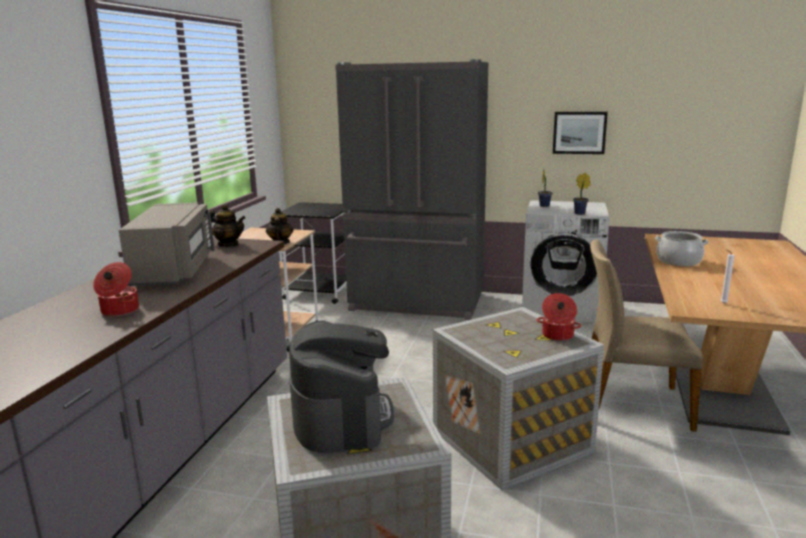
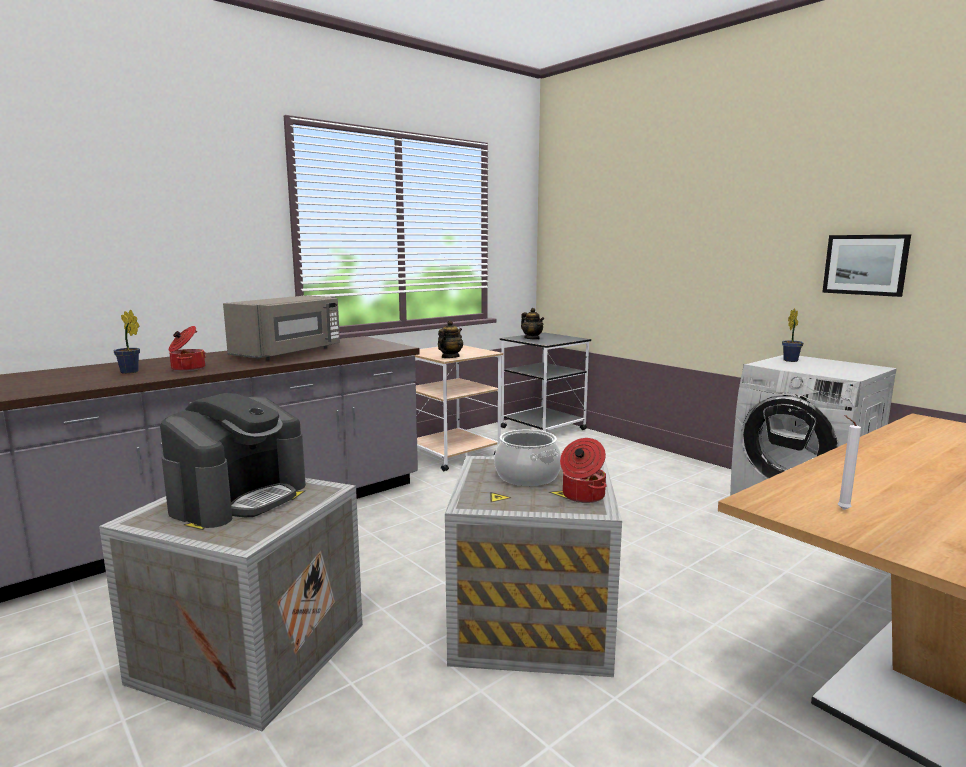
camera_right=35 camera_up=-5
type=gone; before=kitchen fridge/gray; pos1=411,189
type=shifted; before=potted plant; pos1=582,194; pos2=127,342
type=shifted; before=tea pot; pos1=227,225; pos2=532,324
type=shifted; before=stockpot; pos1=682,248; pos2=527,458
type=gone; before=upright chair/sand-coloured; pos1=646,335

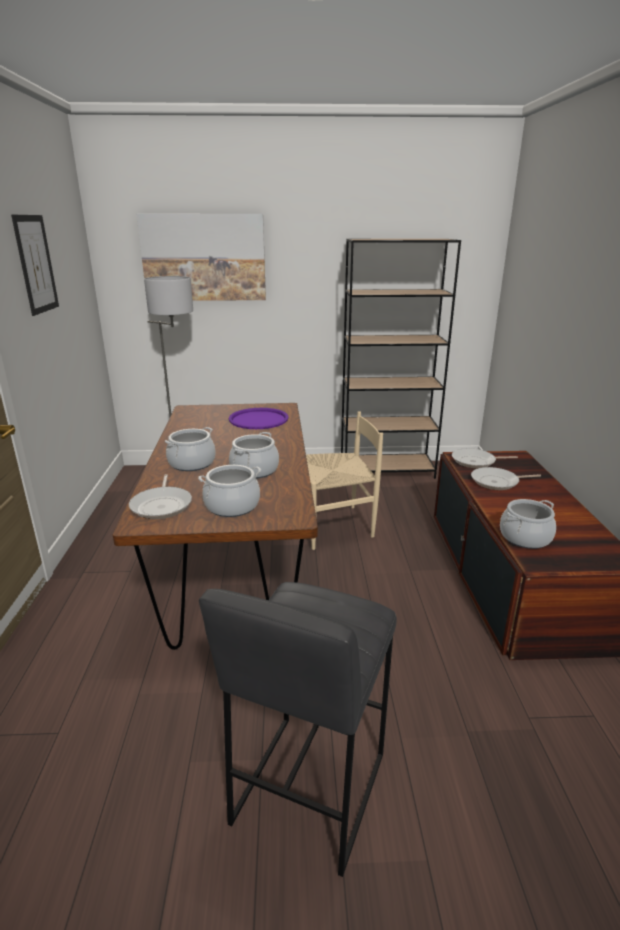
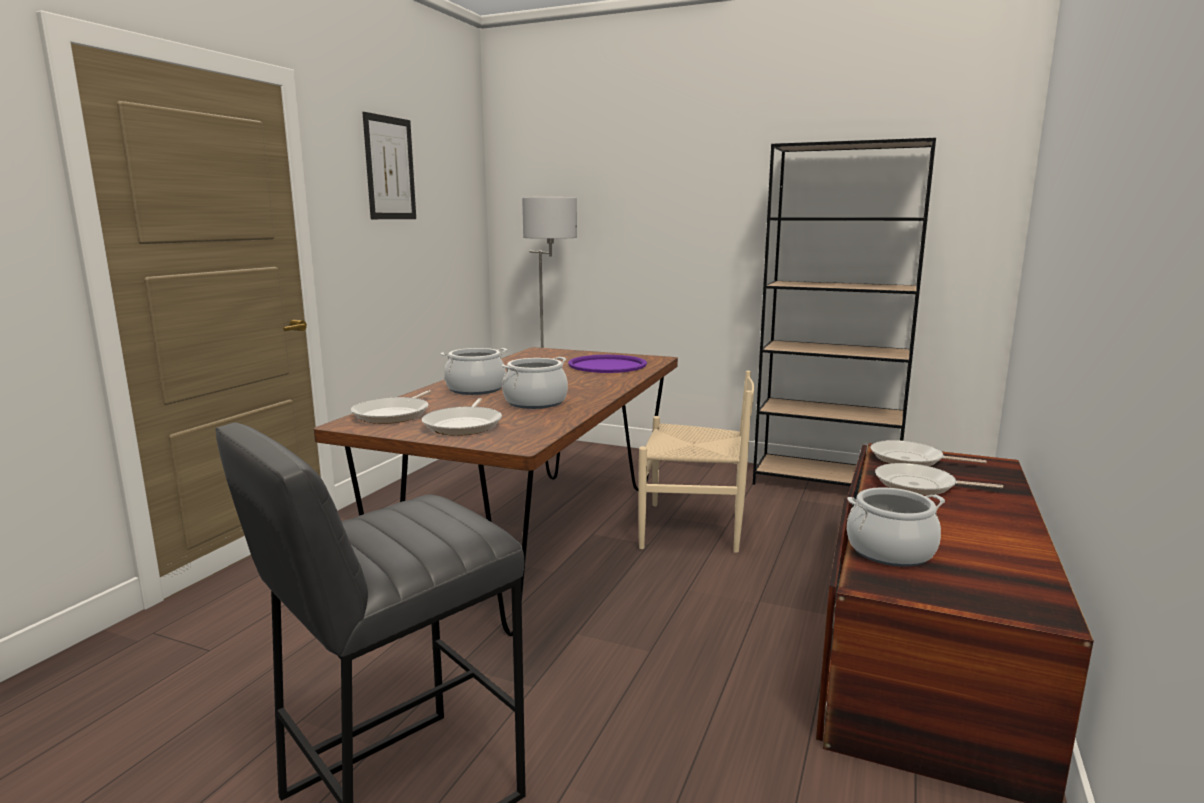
camera_right=25 camera_up=-10
type=gone; before=wall picture; pos1=201,257
type=swapped; before=stockpot; after=pan; pos1=229,491; pos2=462,417

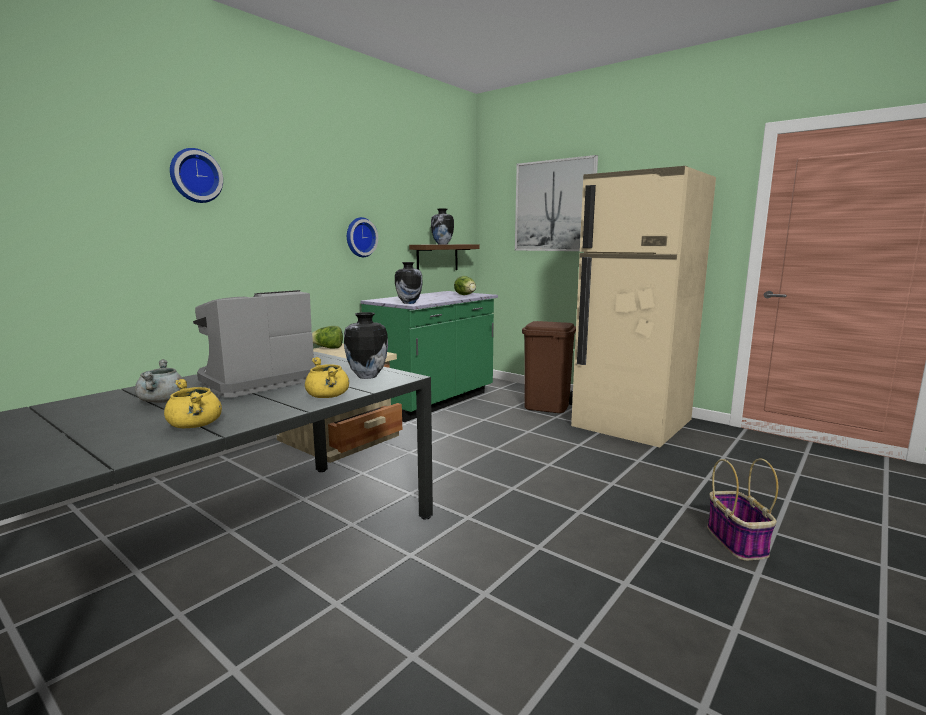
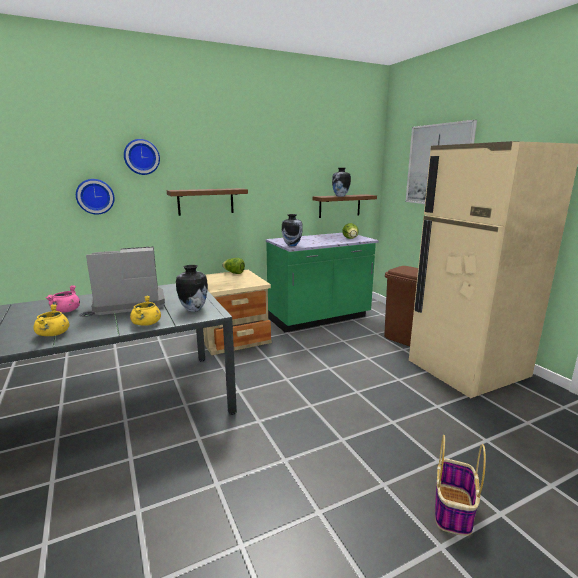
camera_right=25 camera_up=5
type=shifted; before=clock on the wall; pos1=362,237; pos2=95,197
type=repainted; before=stockpot/gray; after=stockpot/pink-coloured; pos1=158,380; pos2=63,298
type=new; after=shelf/brown-coloured; pos2=207,202

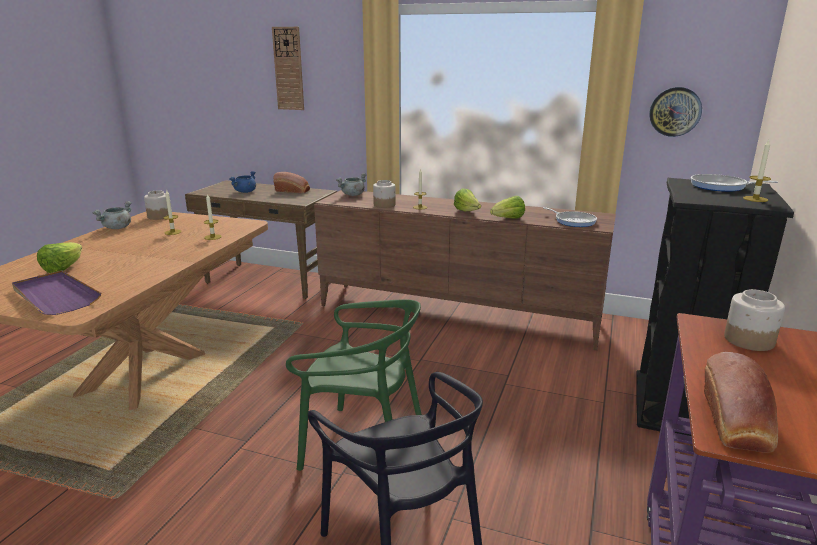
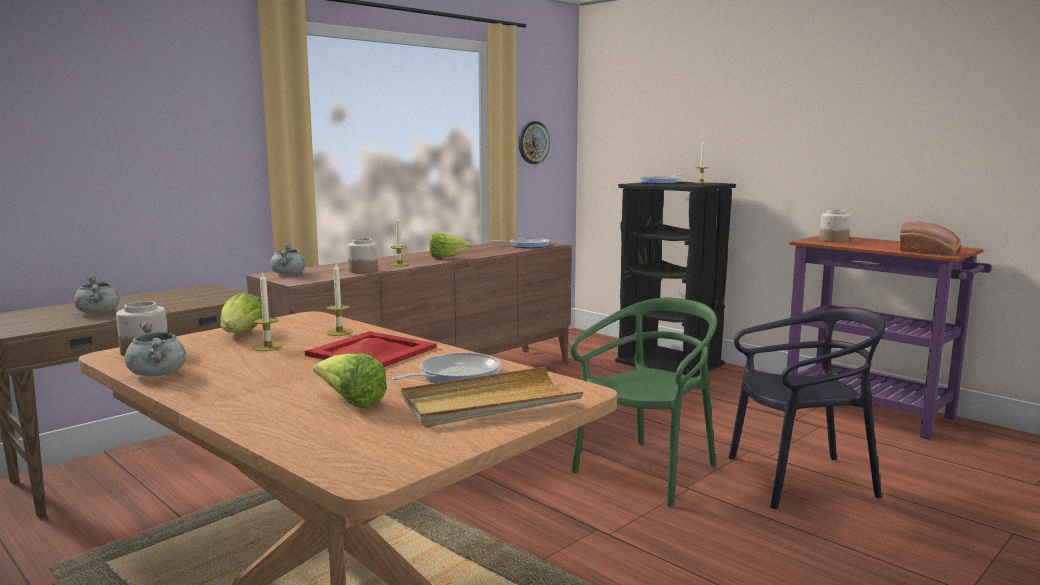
camera_right=-65 camera_up=-10
type=gone; before=clock on the wall; pos1=288,68
type=repainted; before=stockpot/bluish; after=stockpot/gray; pos1=242,182; pos2=97,294
type=gone; before=bread; pos1=291,182
type=shifted; before=lettuce head; pos1=507,207; pos2=241,313
type=repainted; before=serving tray/purple-coloured; after=serving tray/sand-coloured; pos1=56,292; pos2=492,397
type=new; after=serving tray/red-coloured; pos2=371,349
type=new; after=pan; pos2=446,368

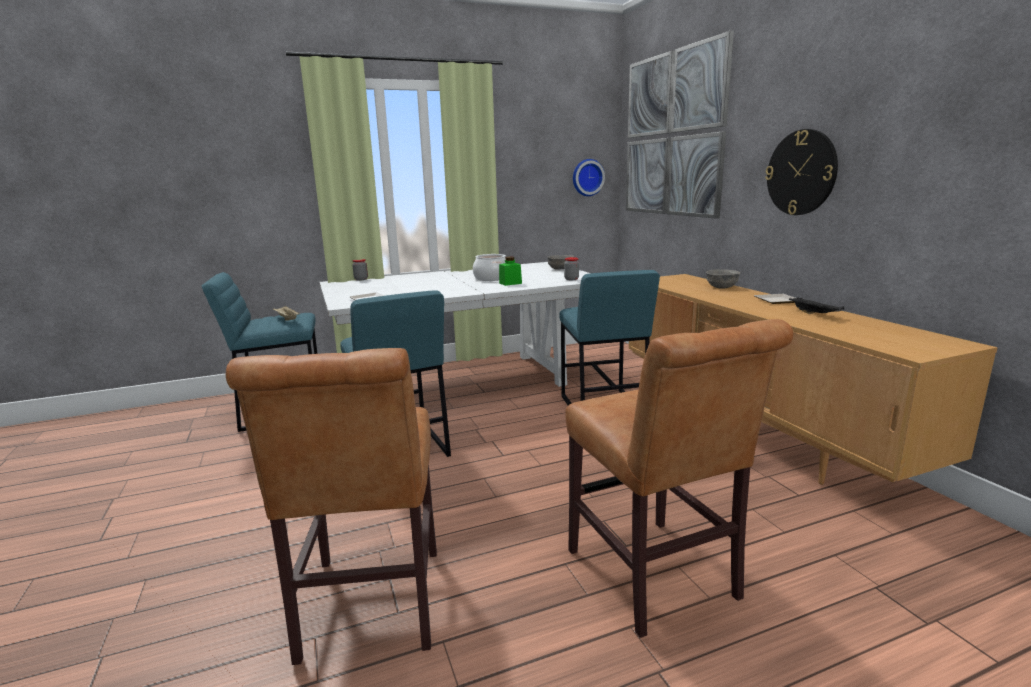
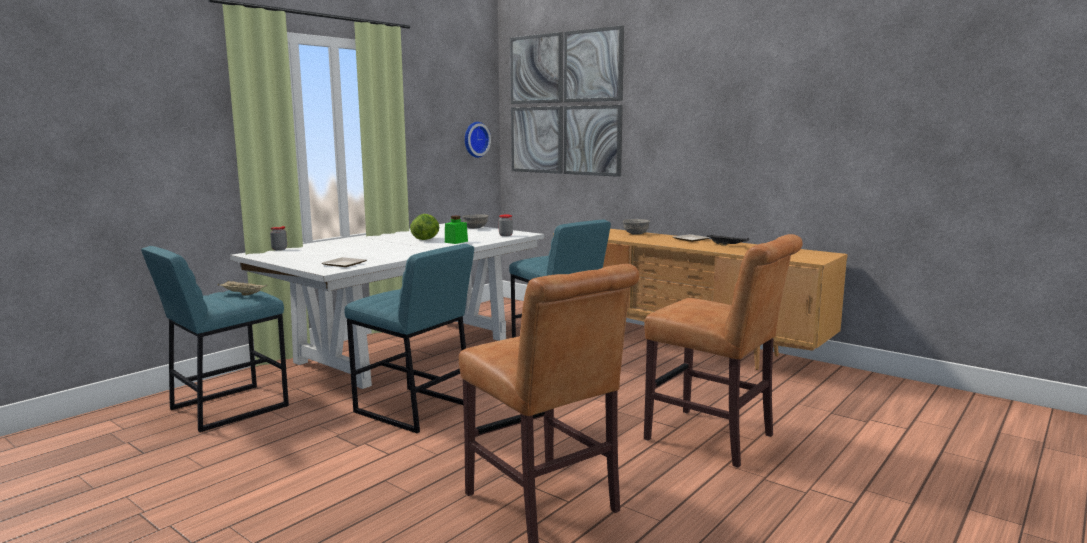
camera_right=-30 camera_up=-5
type=gone; before=clock on the wall; pos1=801,172
type=swapped; before=stockpot; after=lettuce head; pos1=489,267; pos2=424,227

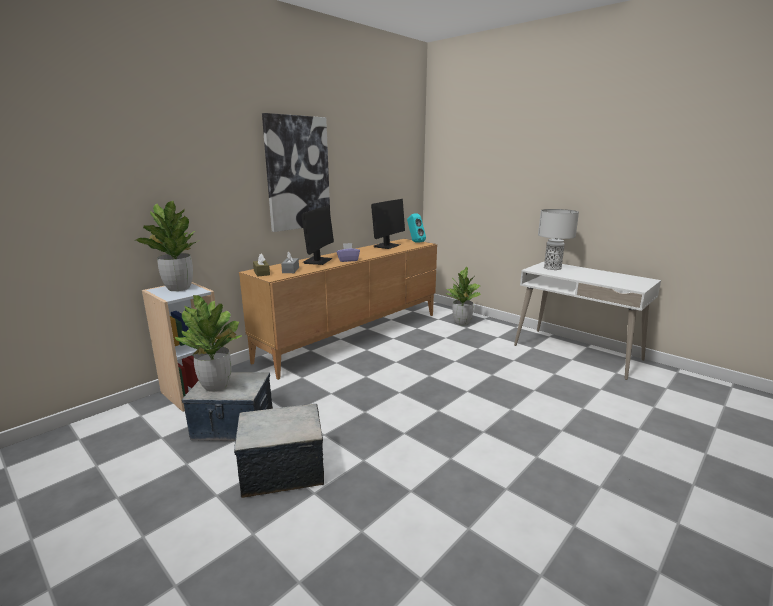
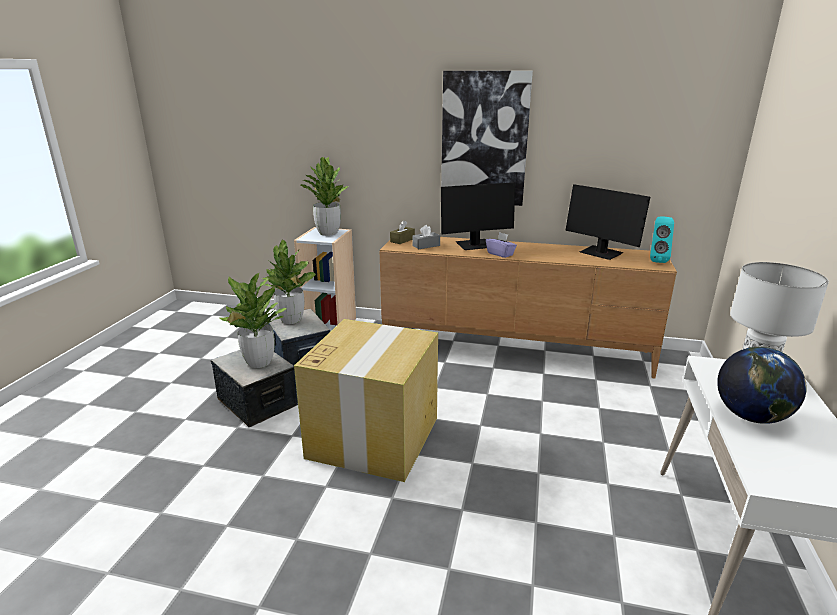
camera_right=60 camera_up=5
type=rotated; before=computer display; pos1=388,224; pos2=607,222; turn=45
type=shifted; before=potted plant; pos1=463,295; pos2=252,320
type=new; after=carton; pos2=366,400
type=new; after=world globe; pos2=762,385

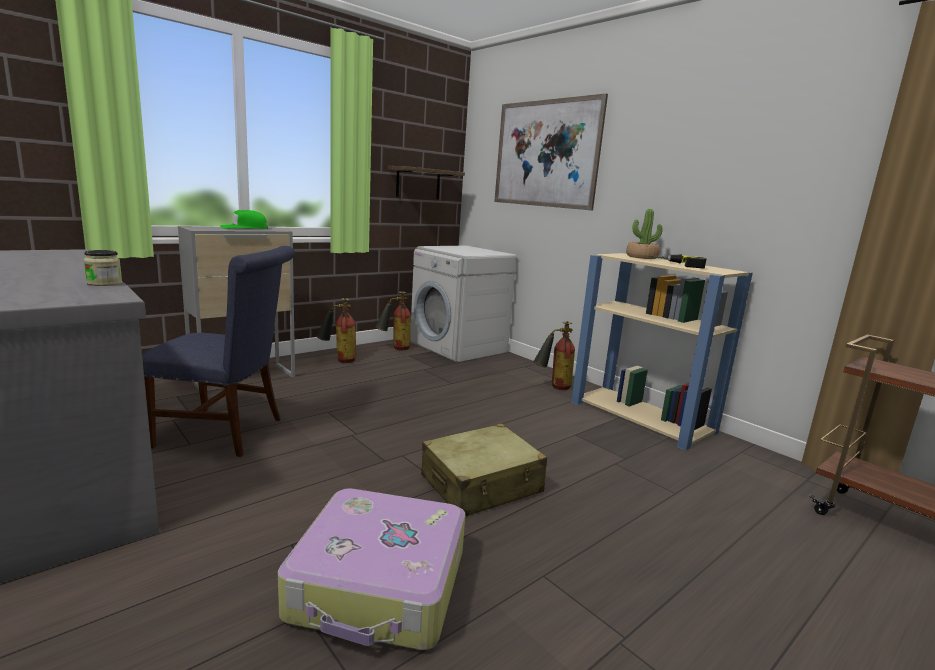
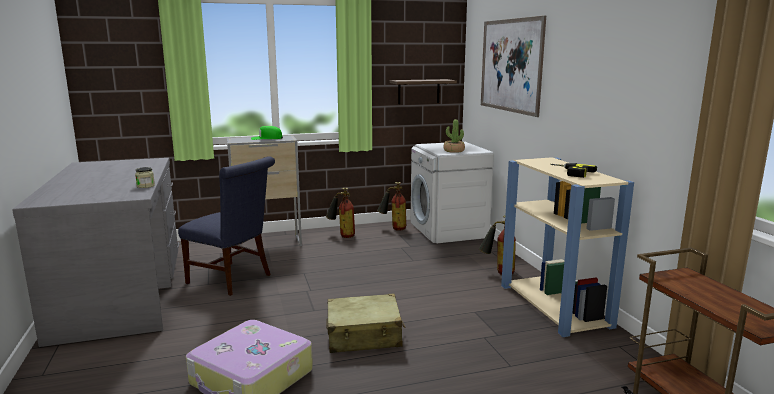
camera_right=25 camera_up=0
type=shifted; before=potted plant; pos1=644,234; pos2=454,136

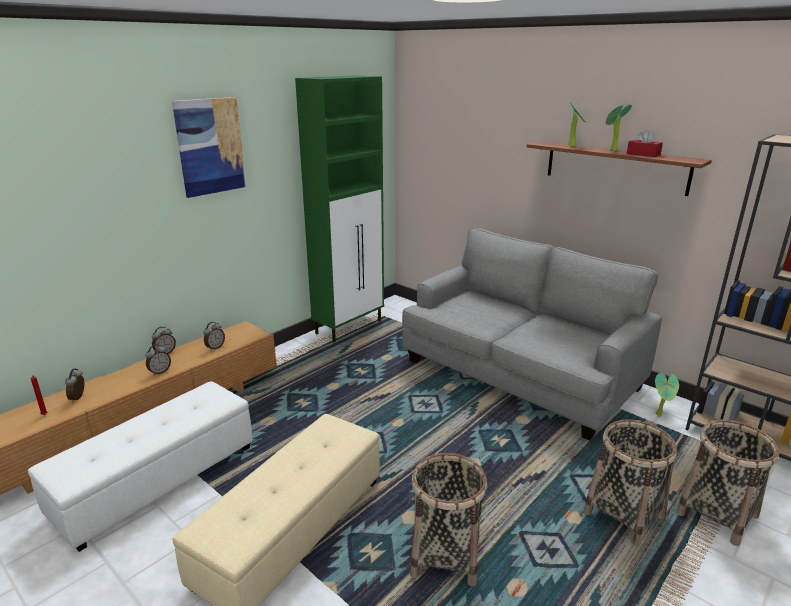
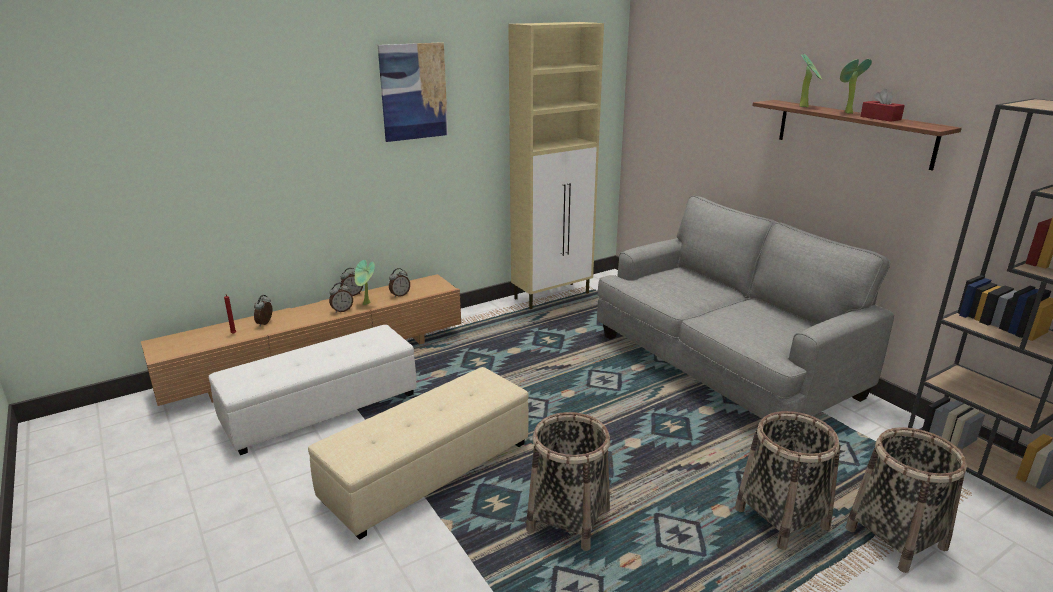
camera_right=15 camera_up=0
type=repainted; before=cabinet/greenish; after=cabinet/sand-coloured; pos1=339,208; pos2=556,165
type=shifted; before=potted plant; pos1=667,395; pos2=365,282

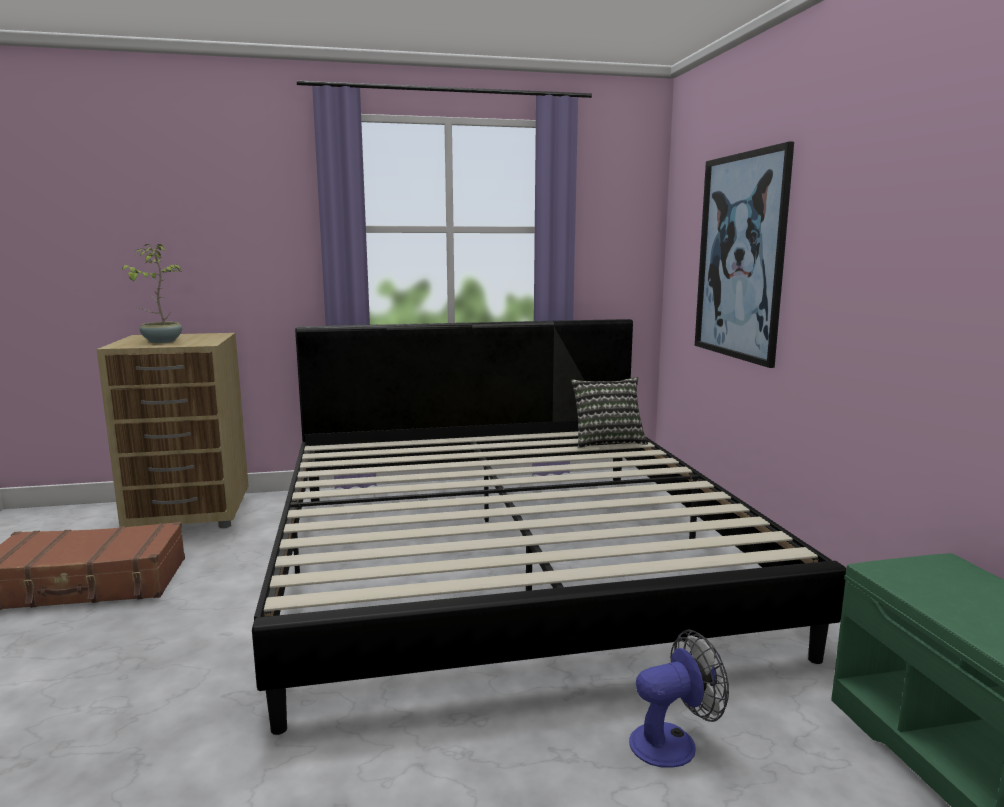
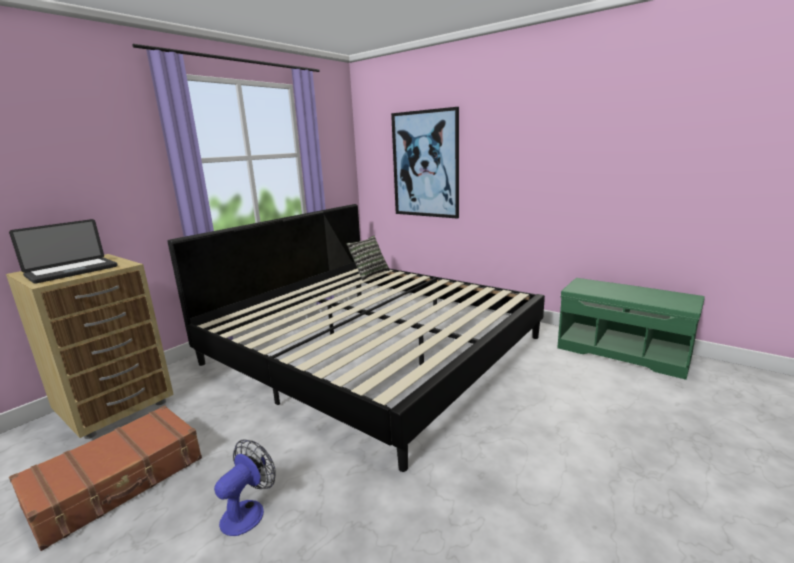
camera_right=-40 camera_up=5
type=swapped; before=potted plant; after=laptop; pos1=152,293; pos2=63,251
type=shifted; before=electric fan; pos1=679,699; pos2=245,488

